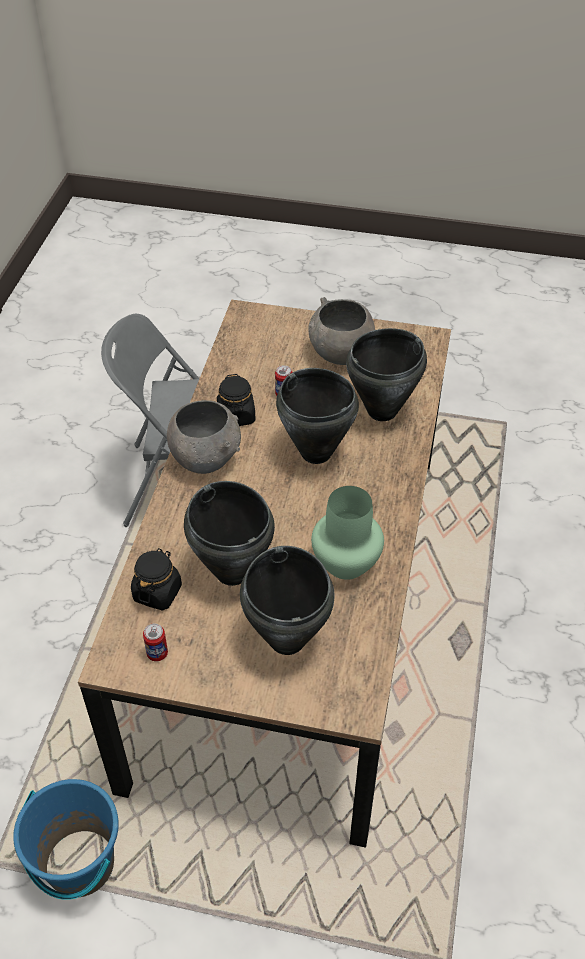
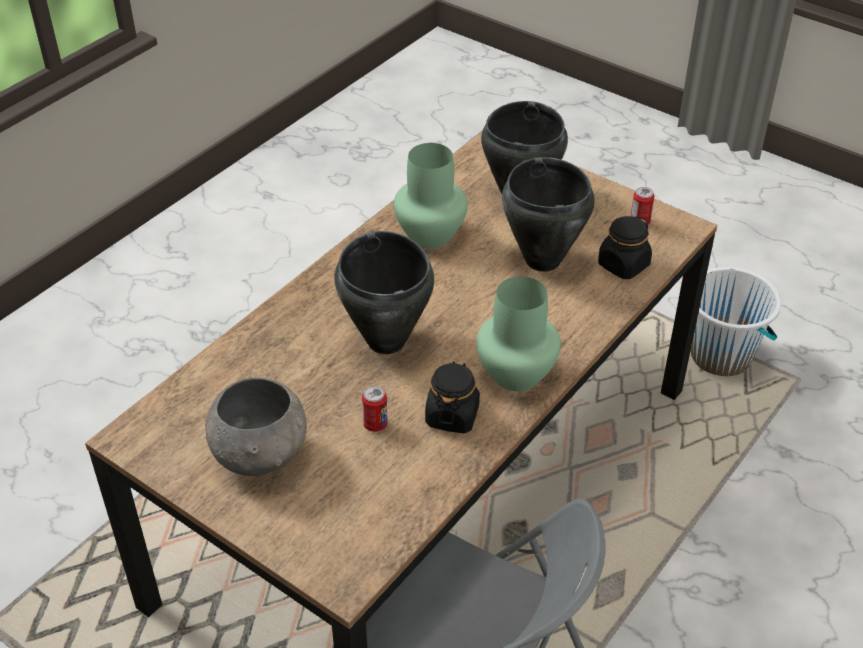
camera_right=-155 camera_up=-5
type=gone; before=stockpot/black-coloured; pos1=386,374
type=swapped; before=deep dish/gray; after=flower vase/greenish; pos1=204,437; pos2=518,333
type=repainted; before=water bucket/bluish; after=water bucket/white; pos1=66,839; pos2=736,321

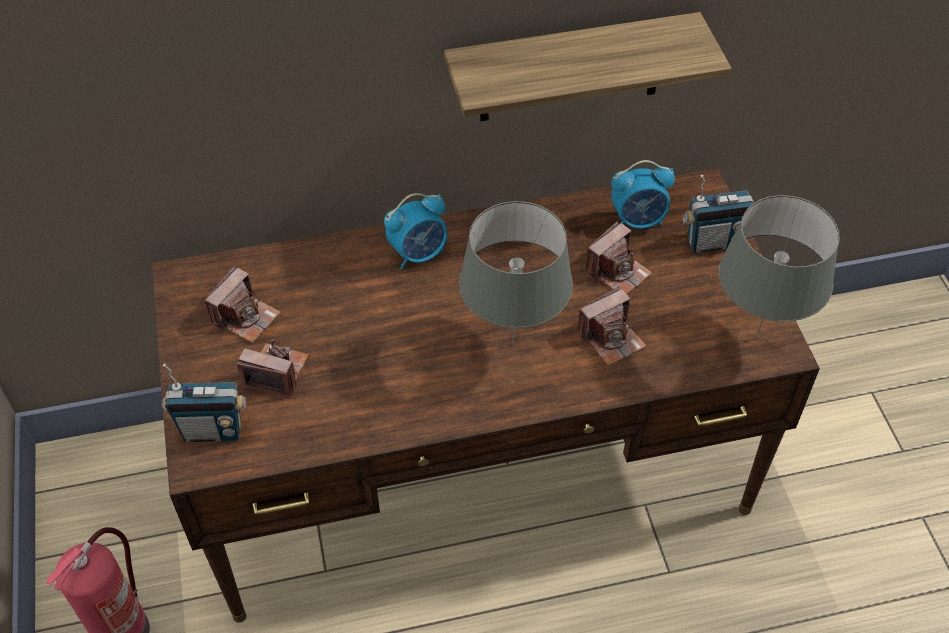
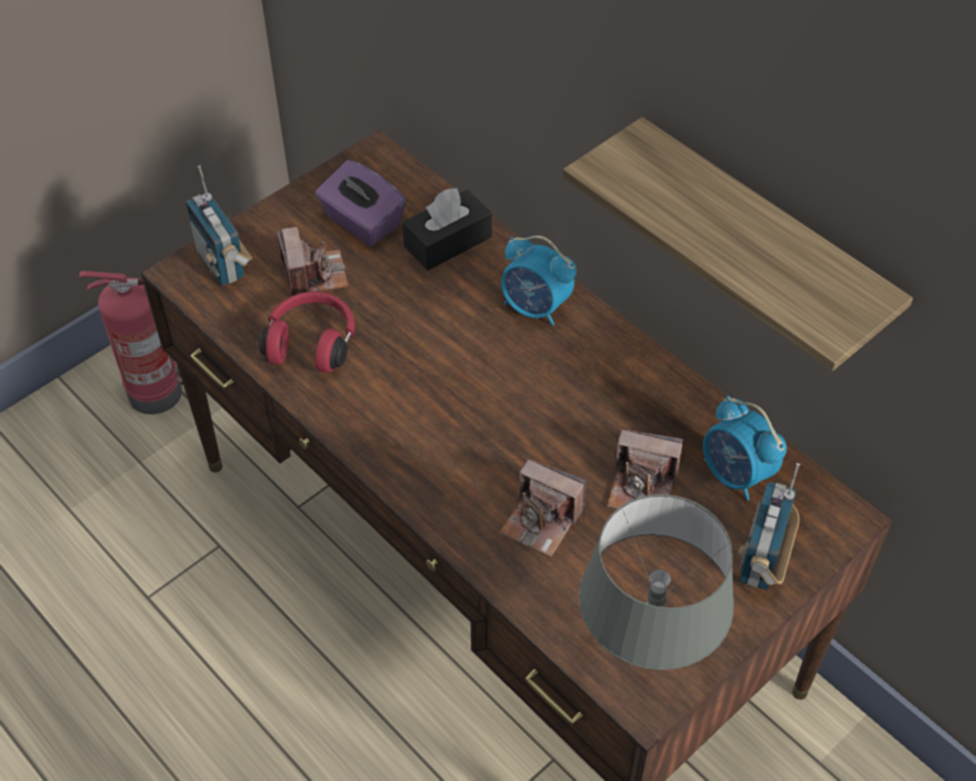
camera_right=60 camera_up=0
type=rotated; before=radio set; pos1=718,213; pos2=769,526; turn=60
type=gone; before=lamp for a table/gray; pos1=516,273
type=swapped; before=photo camera; after=box of tissues/purple-coloured; pos1=242,304; pos2=360,203
type=new; after=box of tissues/black-coloured; pos2=447,229
type=new; after=headset/red-coloured; pos2=307,332

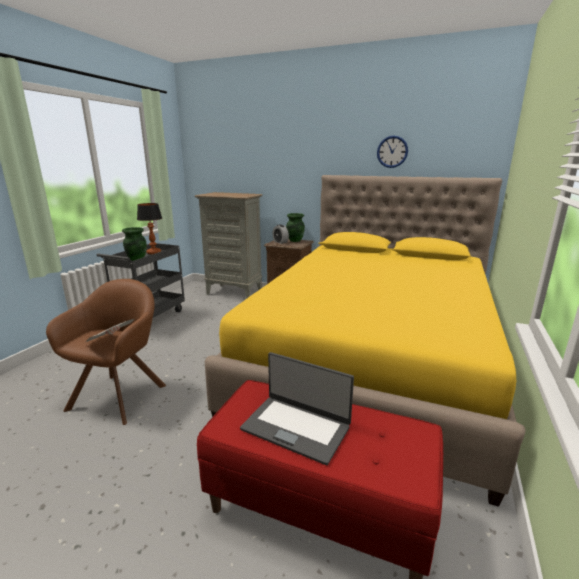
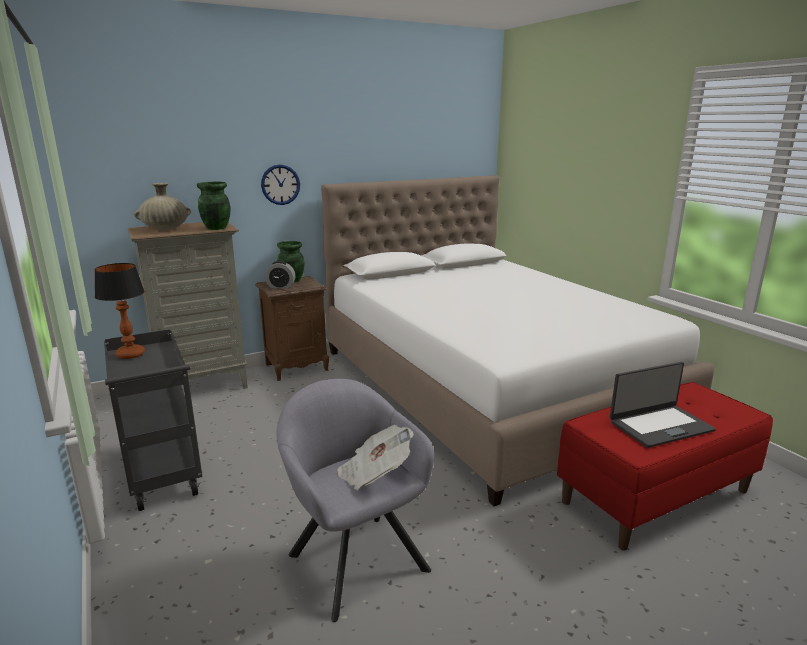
camera_right=-50 camera_up=0
type=shifted; before=clock on the wall; pos1=392,151; pos2=280,184
type=repainted; before=bed/yellowish; after=bed/white; pos1=365,341; pos2=518,340
type=shifted; before=flower vase/greenish; pos1=134,244; pos2=213,206
type=repainted; before=armchair/brown-coloured; after=armchair/gray; pos1=106,352; pos2=355,500
type=new; after=flower vase/sand-coloured; pos2=162,206

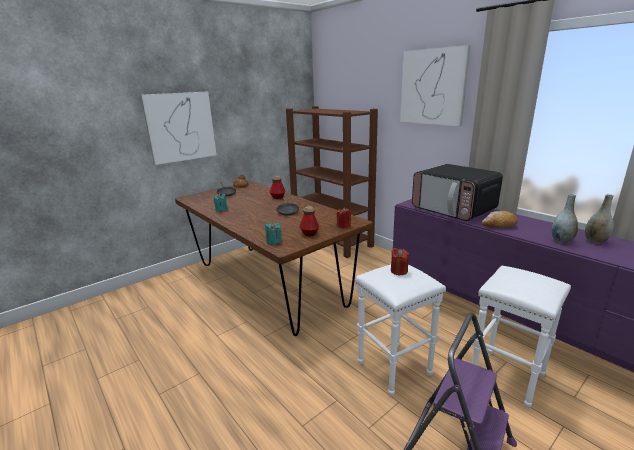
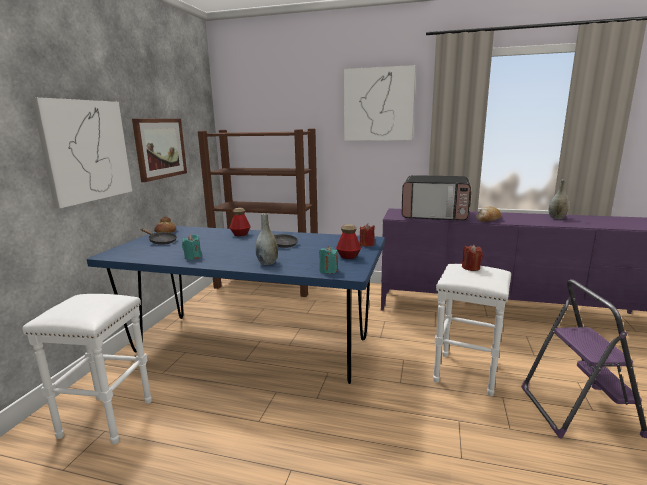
camera_right=-35 camera_up=-5
type=repainted; before=dining table/brown-coloured; after=dining table/bluish; pos1=274,259; pos2=236,305
type=shifted; before=flower vase/gray; pos1=565,218; pos2=266,239
type=shifted; before=sitting stool/white; pos1=521,337; pos2=87,369
type=new; after=wall picture; pos2=159,150

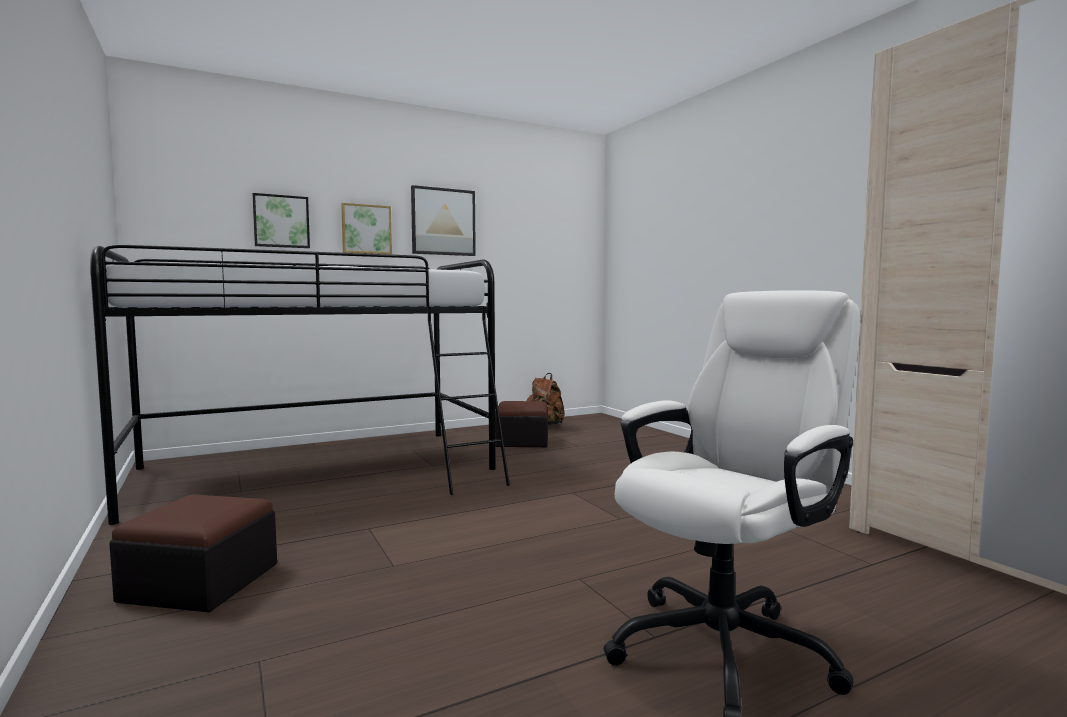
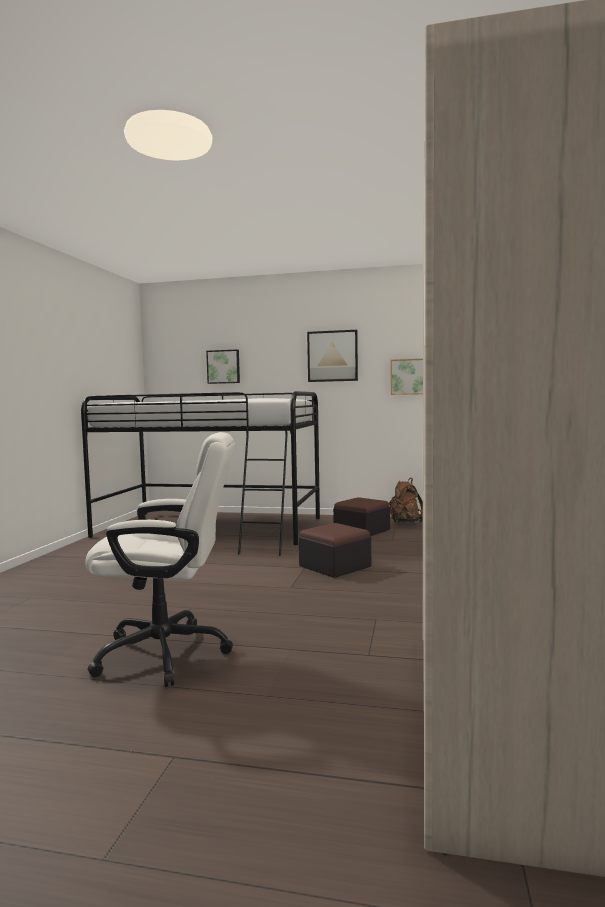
camera_right=40 camera_up=0
type=shifted; before=wall picture; pos1=366,228; pos2=407,377
type=shifted; before=footrest; pos1=193,553; pos2=335,550

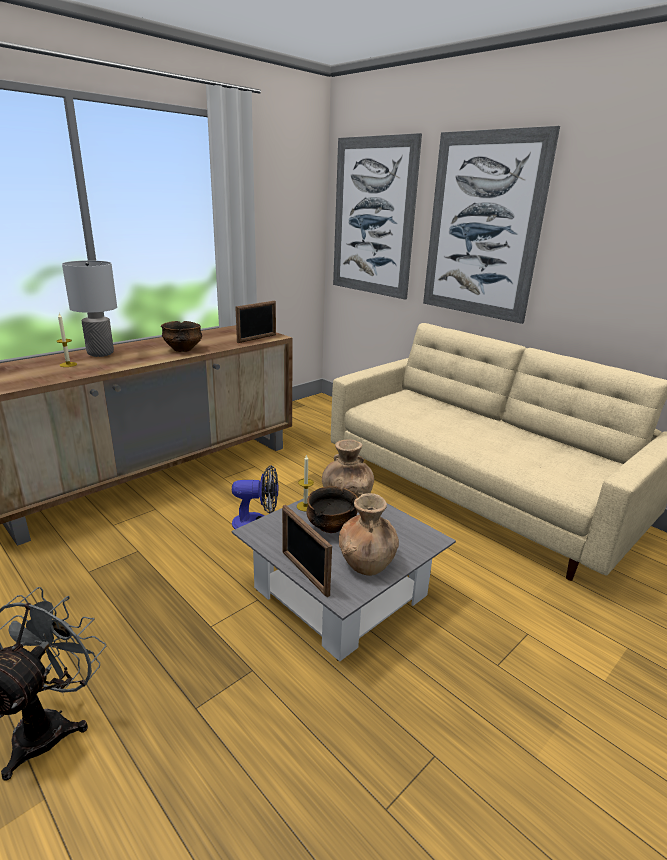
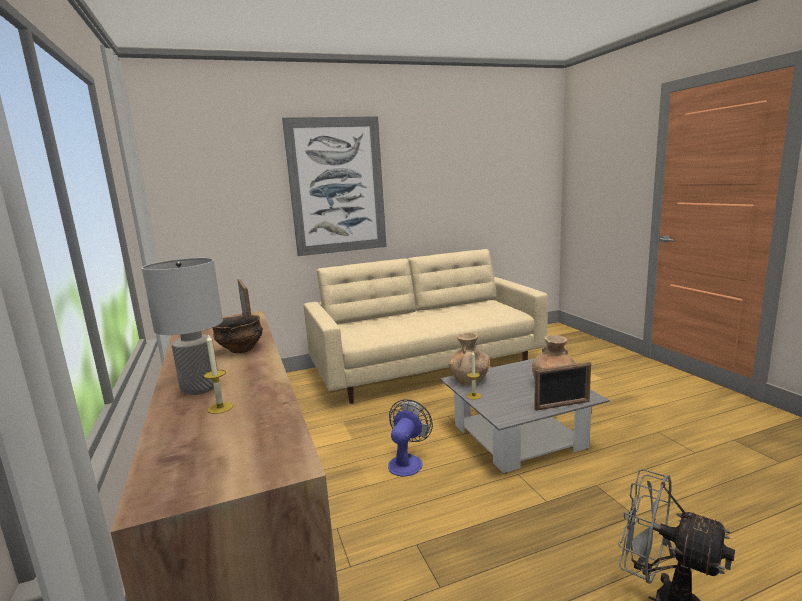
camera_right=-65 camera_up=-10
type=gone; before=wall picture; pos1=377,216
type=gone; before=deep dish; pos1=332,509

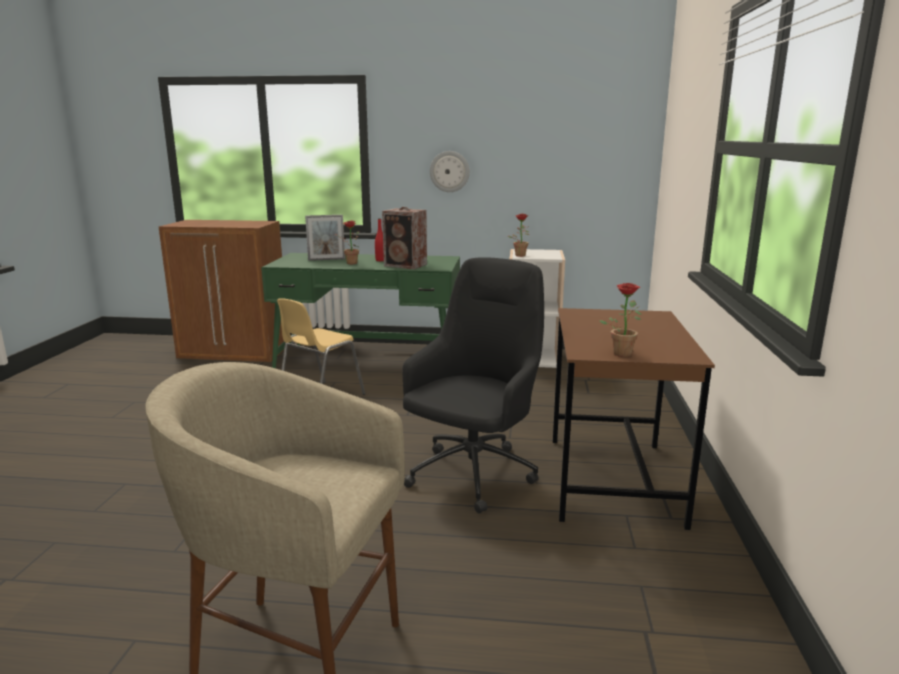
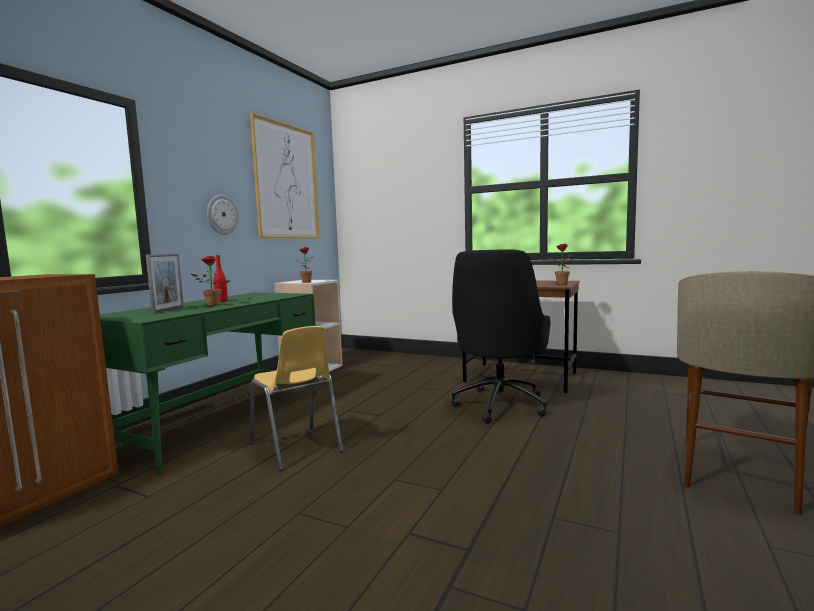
camera_right=-70 camera_up=-10
type=gone; before=audio speaker; pos1=404,238
type=rotated; before=office chair/black-coloured; pos1=473,385; pos2=501,337; turn=-120
type=new; after=wall picture; pos2=285,175

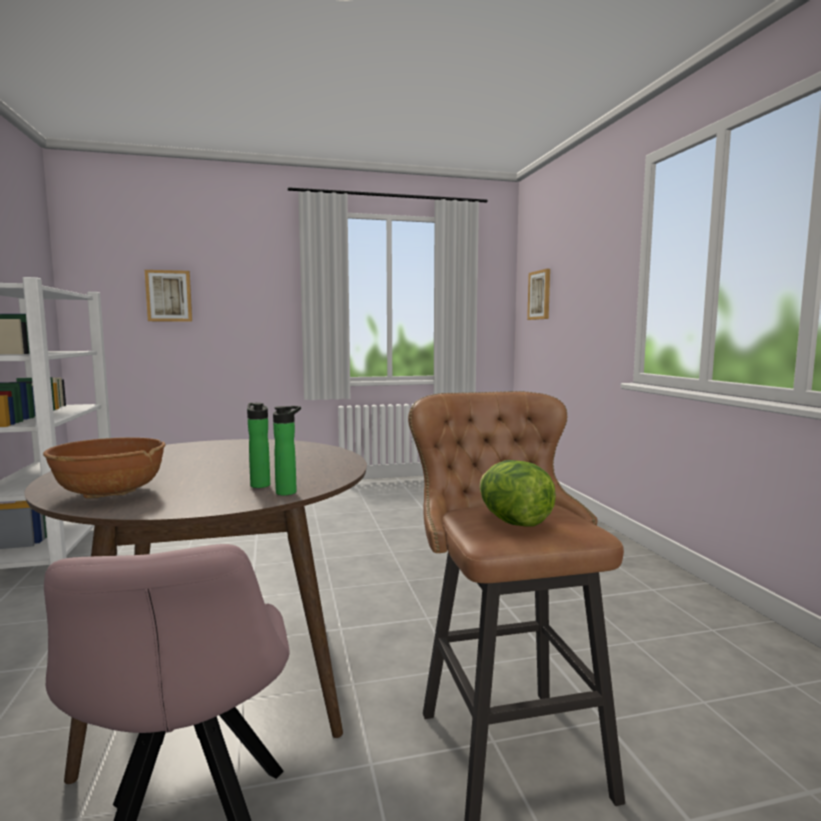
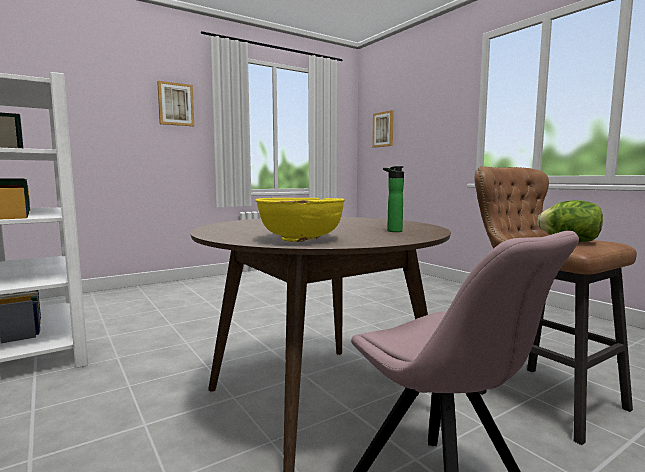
camera_right=-20 camera_up=0
type=shifted; before=wall picture; pos1=168,296; pos2=175,103
type=gone; before=drink bottle; pos1=287,450
type=repainted; before=deep dish/brown-coloured; after=deep dish/yellowish; pos1=104,468; pos2=300,220

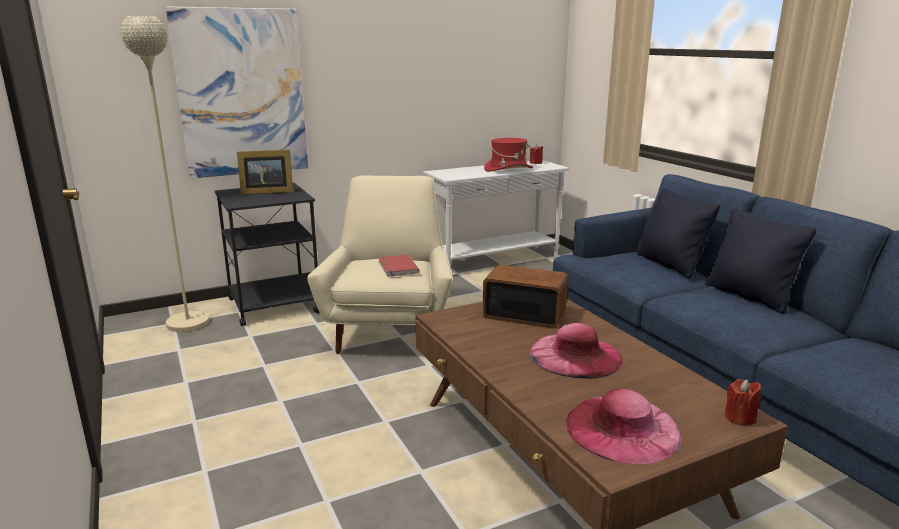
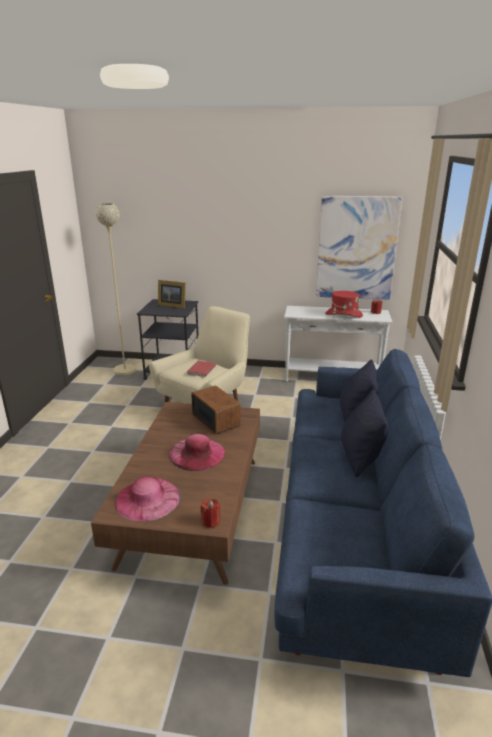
camera_right=35 camera_up=5
type=shifted; before=wall picture; pos1=237,92; pos2=359,248

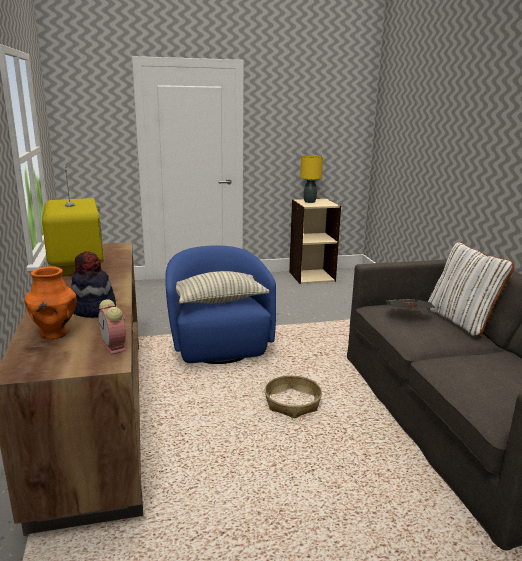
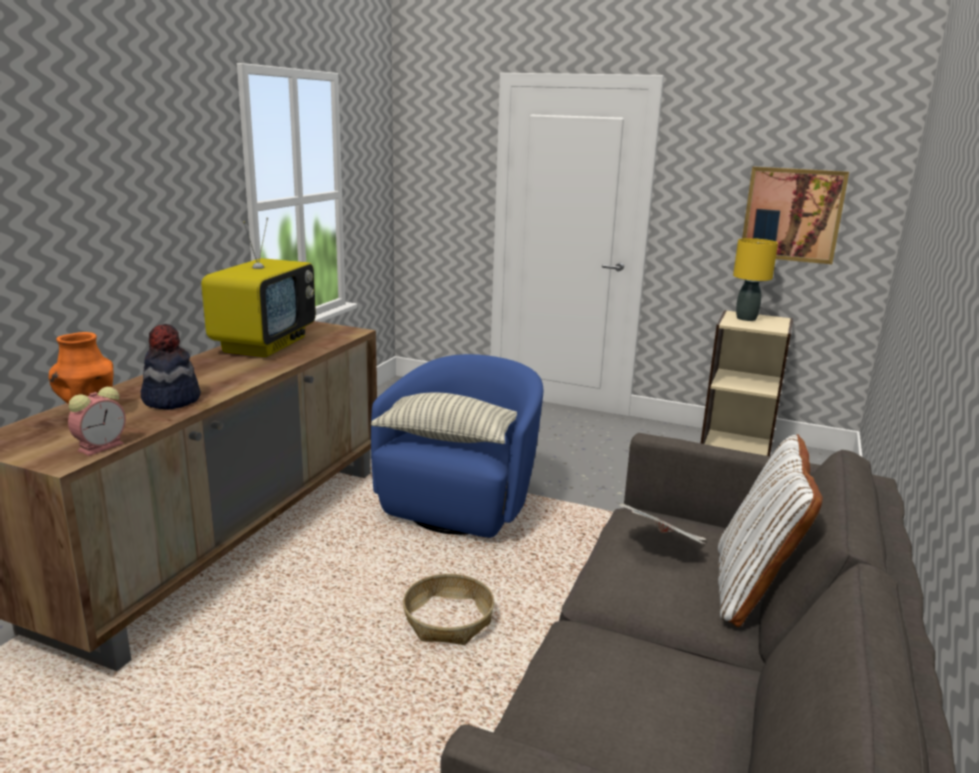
camera_right=35 camera_up=0
type=rotated; before=alarm clock; pos1=112,327; pos2=97,421; turn=-150
type=new; after=wall picture; pos2=795,215

